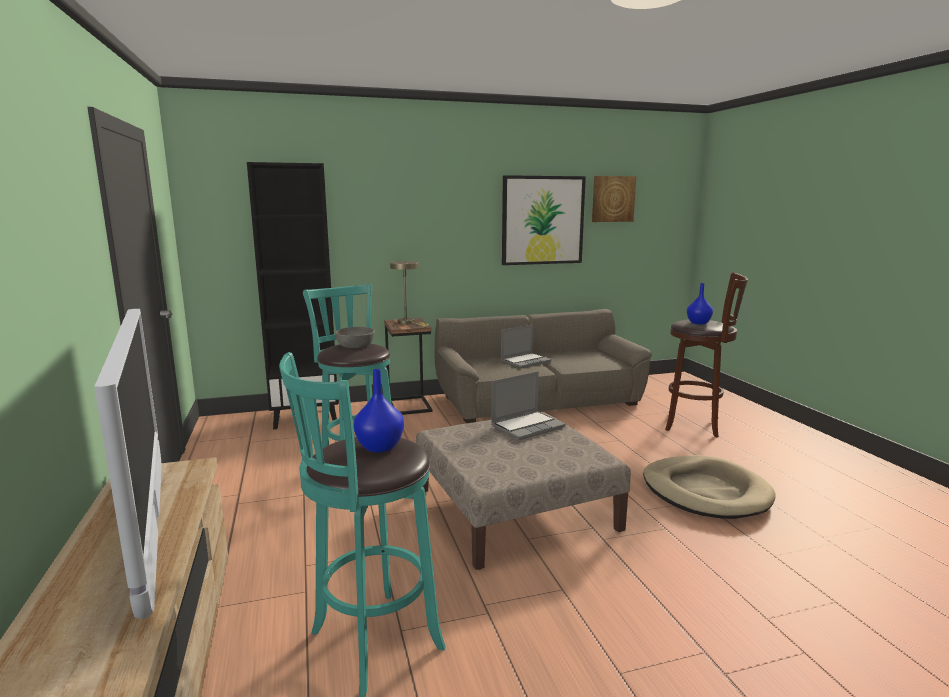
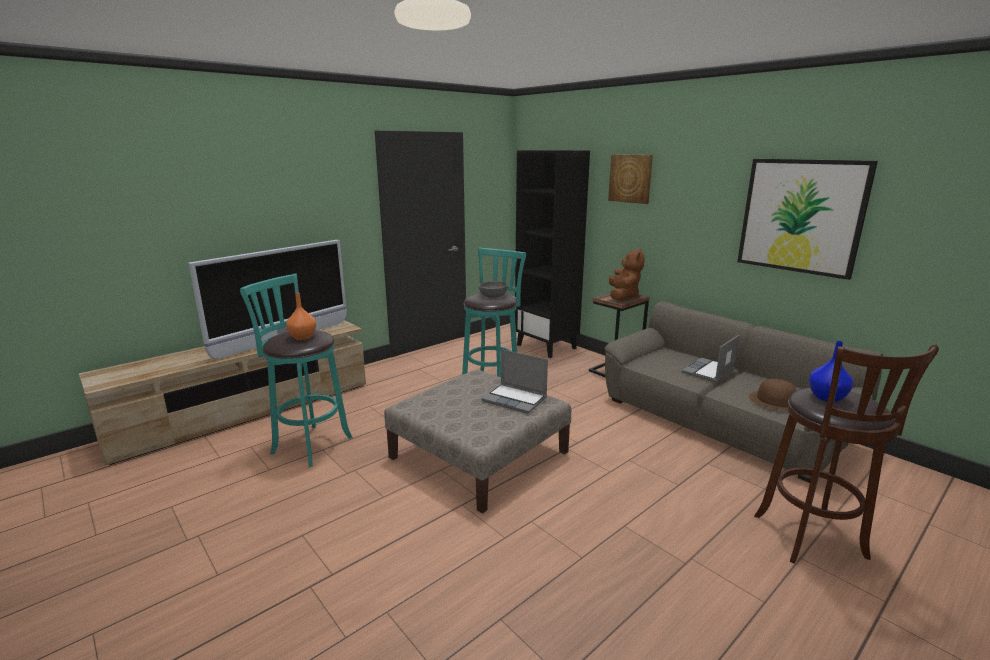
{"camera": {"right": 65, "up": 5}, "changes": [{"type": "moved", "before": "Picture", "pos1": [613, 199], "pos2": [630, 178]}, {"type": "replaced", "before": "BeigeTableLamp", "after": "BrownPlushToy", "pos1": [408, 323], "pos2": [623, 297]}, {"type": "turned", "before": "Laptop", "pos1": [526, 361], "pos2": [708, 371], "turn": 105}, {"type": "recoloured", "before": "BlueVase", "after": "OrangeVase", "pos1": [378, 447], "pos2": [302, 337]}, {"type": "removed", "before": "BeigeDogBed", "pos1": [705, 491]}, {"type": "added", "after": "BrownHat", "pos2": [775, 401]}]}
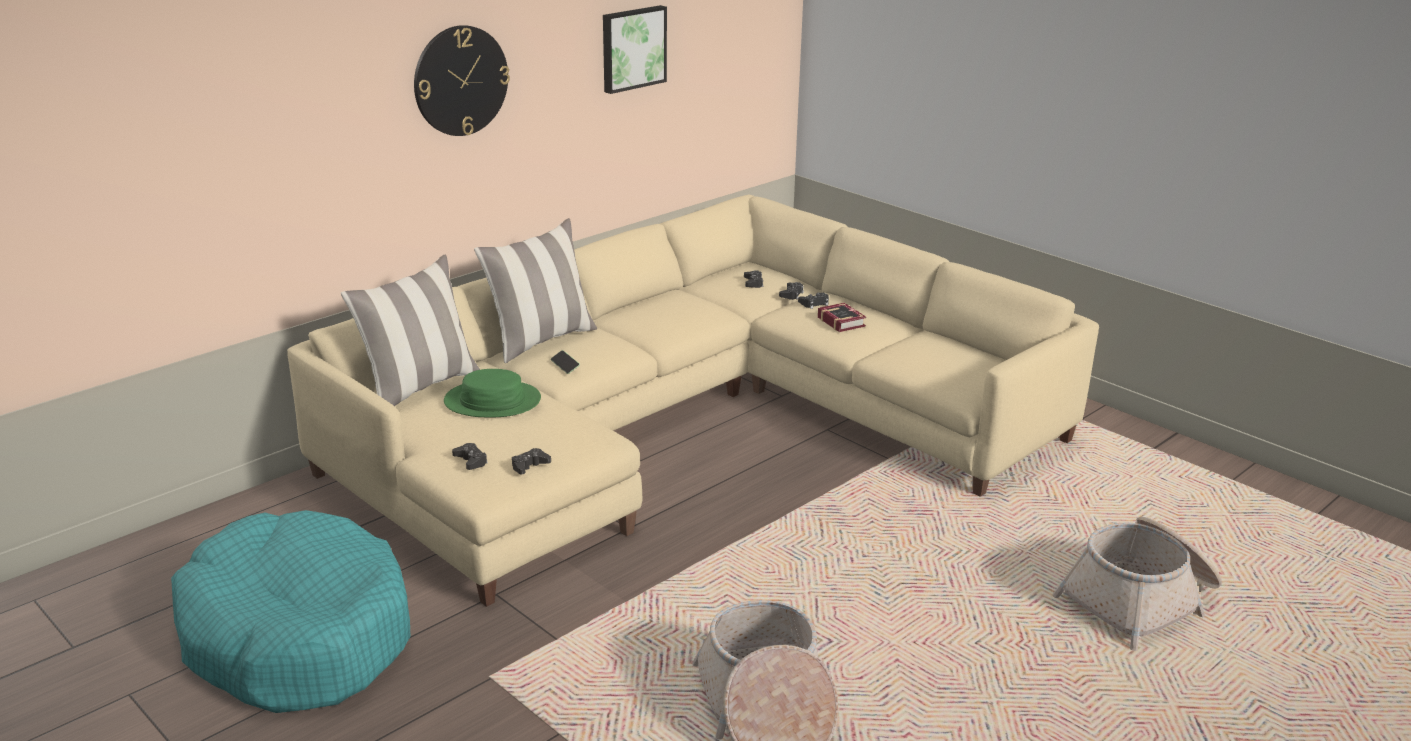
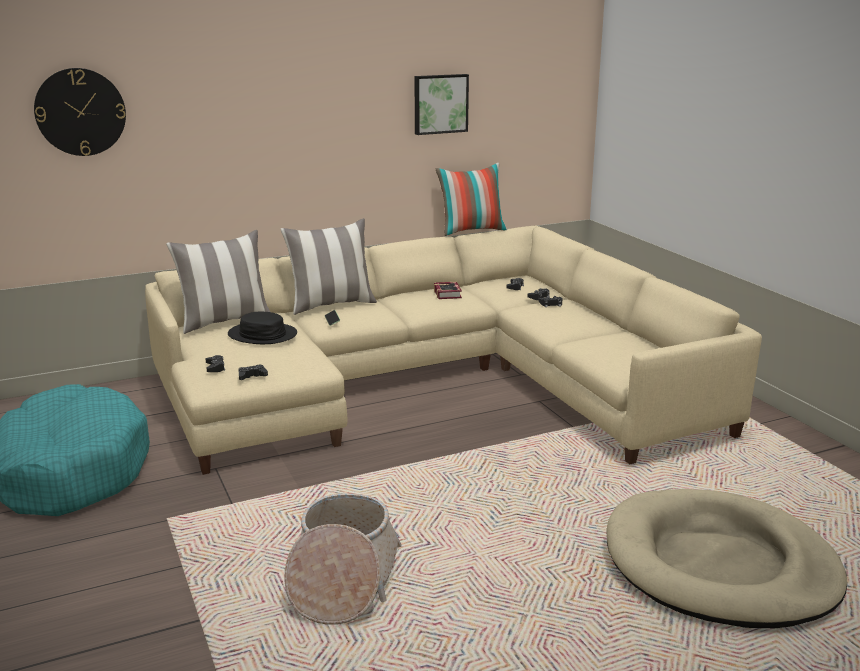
{"camera": {"right": 20, "up": -5}, "changes": [{"type": "moved", "before": "WallClock", "pos1": [460, 80], "pos2": [80, 112]}, {"type": "moved", "before": "Book", "pos1": [841, 321], "pos2": [448, 293]}, {"type": "recoloured", "before": "GreenHat", "after": "BlackHat", "pos1": [492, 401], "pos2": [262, 335]}, {"type": "replaced", "before": "Basket", "after": "BeigeDogBed", "pos1": [1141, 601], "pos2": [719, 565]}, {"type": "added", "after": "Pillow", "pos2": [471, 231]}]}
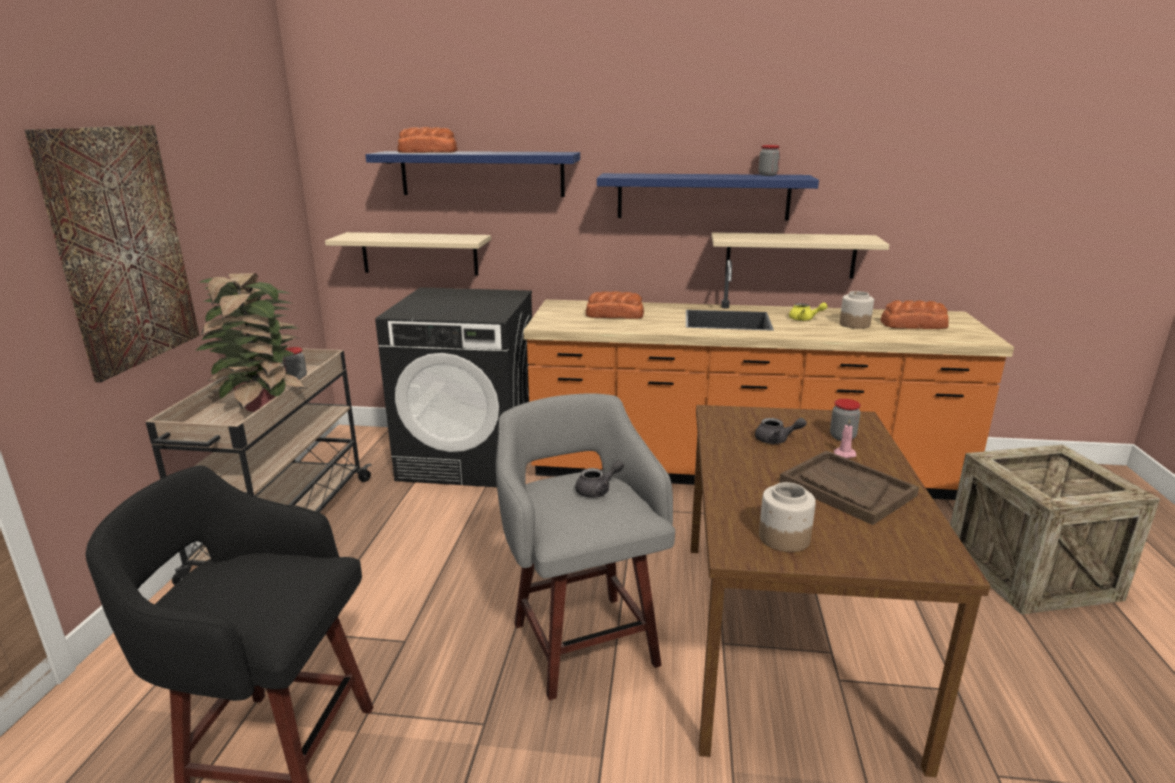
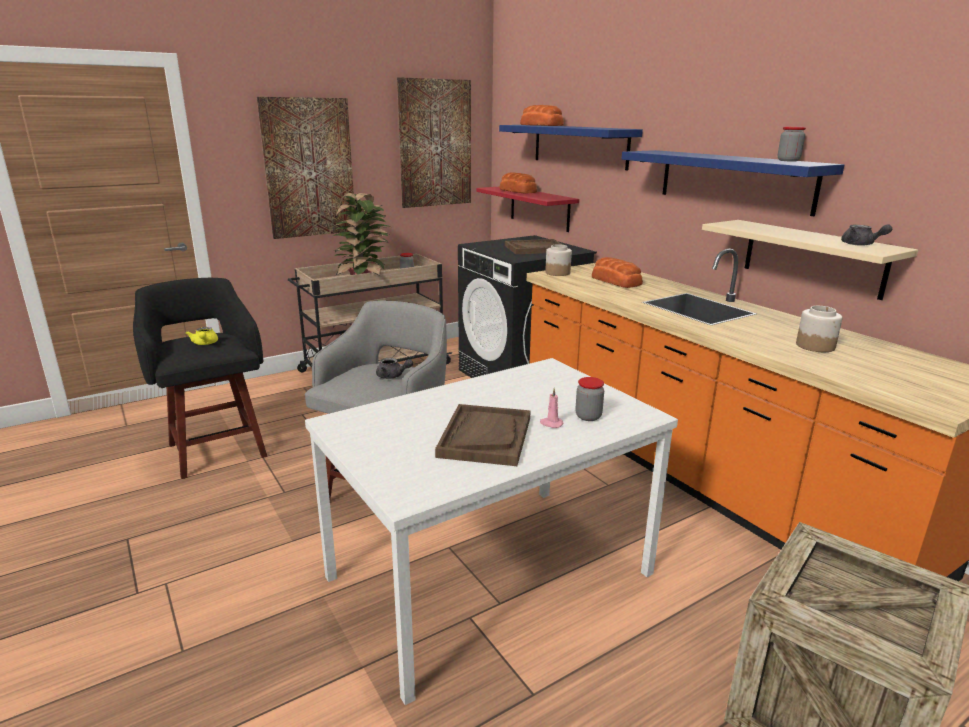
{"camera": {"right": 50, "up": 0}, "changes": [{"type": "recoloured", "before": "BeigeShelf", "after": "RedShelf", "pos1": [419, 253], "pos2": [539, 208]}, {"type": "moved", "before": "Bread", "pos1": [914, 325], "pos2": [518, 191]}, {"type": "moved", "before": "YellowTeapot", "pos1": [804, 319], "pos2": [205, 344]}, {"type": "recoloured", "before": "BrownDiningTable", "after": "WhiteDiningTable", "pos1": [790, 640], "pos2": [489, 577]}, {"type": "moved", "before": "GreyTeapot", "pos1": [776, 440], "pos2": [861, 244]}, {"type": "moved", "before": "Jar", "pos1": [783, 538], "pos2": [557, 273]}, {"type": "added", "after": "Picture", "pos2": [435, 144]}, {"type": "added", "after": "BrownTray", "pos2": [535, 249]}]}
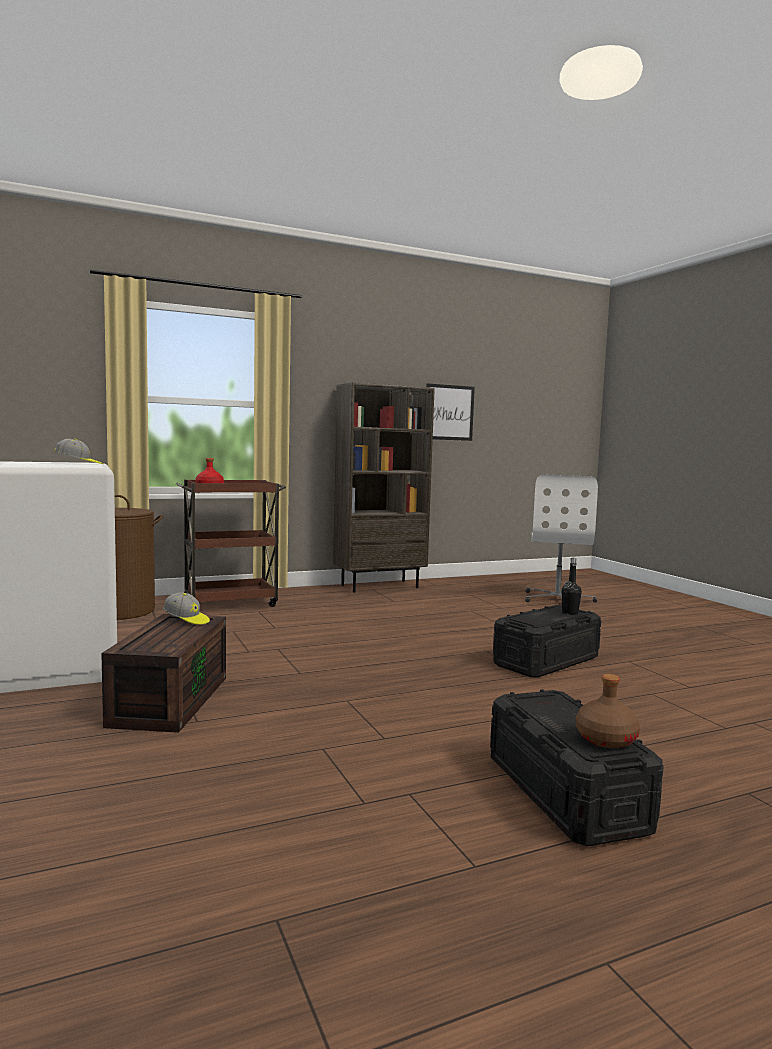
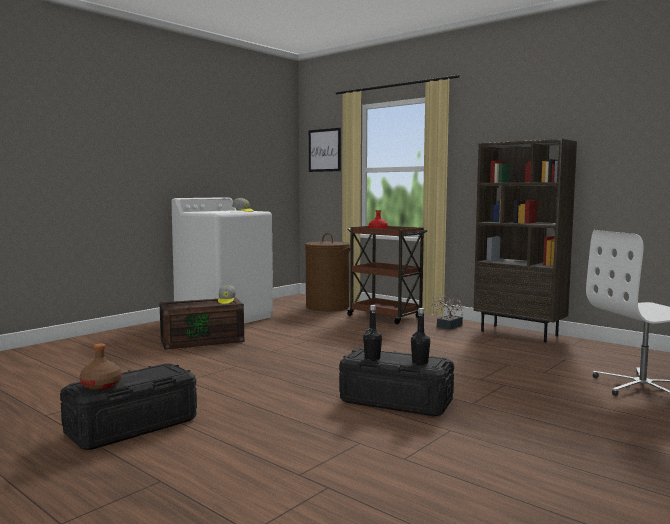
{"camera": {"right": 65, "up": 0}, "changes": [{"type": "moved", "before": "Picture", "pos1": [449, 412], "pos2": [324, 150]}, {"type": "added", "after": "PottedPlant", "pos2": [447, 326]}, {"type": "added", "after": "BlackBottle", "pos2": [372, 358]}]}
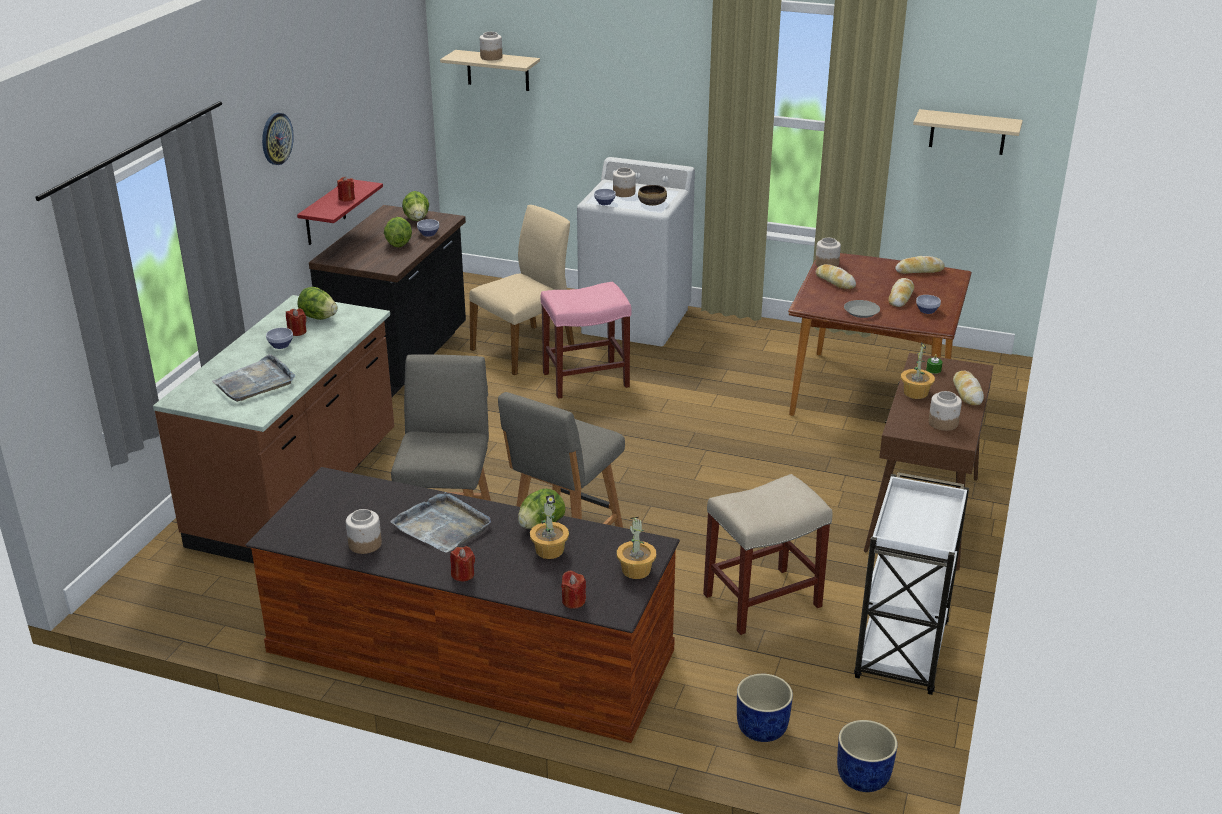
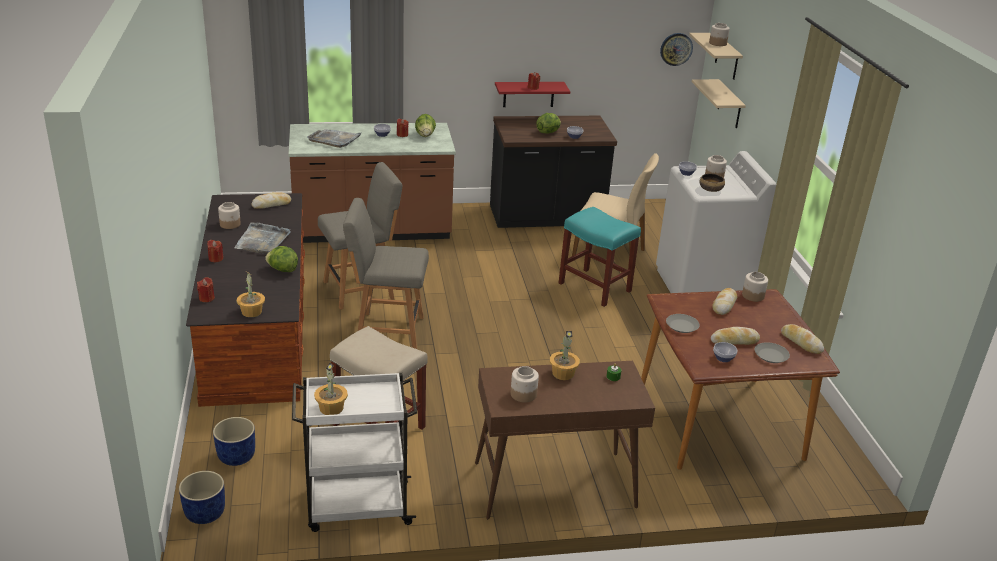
{"camera": {"right": 60, "up": 0}, "changes": [{"type": "moved", "before": "BeigeShelf", "pos1": [967, 132], "pos2": [729, 105]}, {"type": "moved", "before": "WallClock", "pos1": [276, 138], "pos2": [676, 49]}, {"type": "removed", "before": "Lettuce", "pos1": [417, 219]}, {"type": "recoloured", "before": "PinkStool", "after": "TurquoiseStool", "pos1": [587, 379], "pos2": [595, 287]}, {"type": "moved", "before": "Bread", "pos1": [967, 393], "pos2": [271, 204]}, {"type": "moved", "before": "PottedPlant", "pos1": [549, 550], "pos2": [331, 408]}, {"type": "added", "after": "GreyPlate", "pos2": [770, 355]}]}
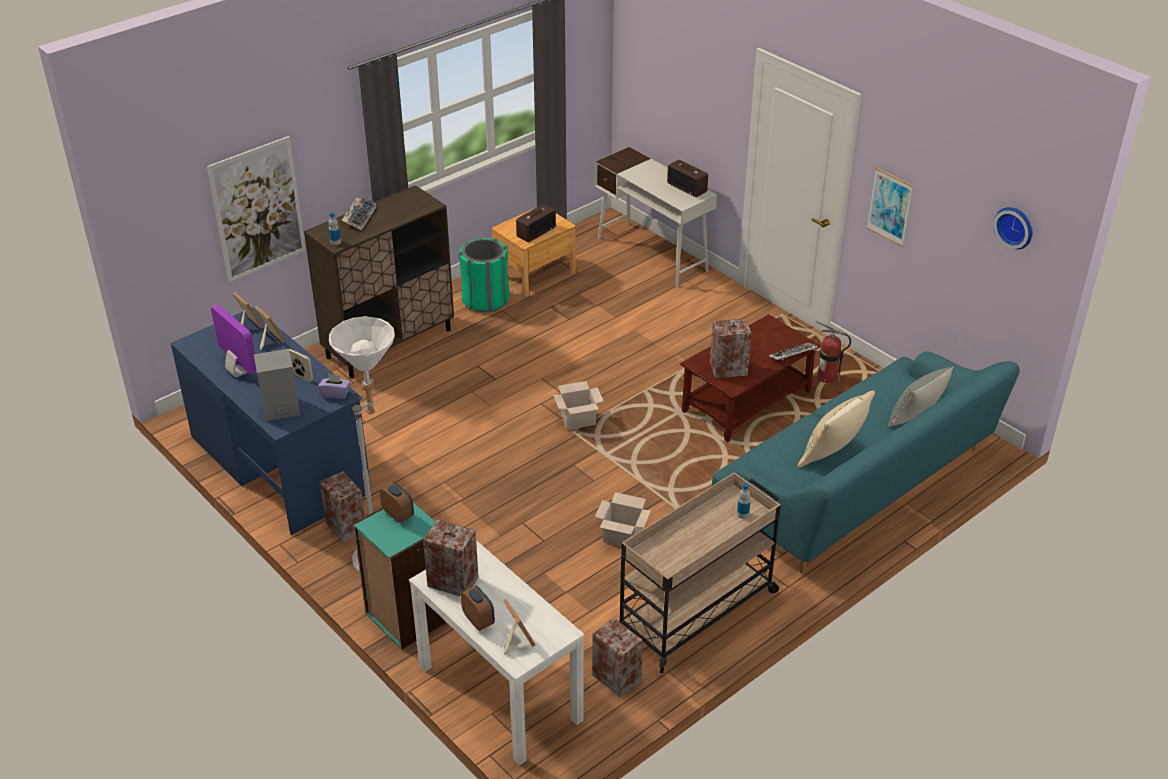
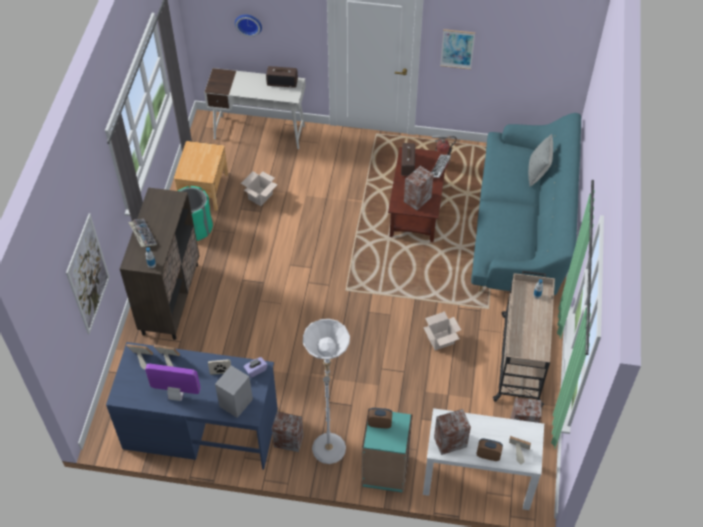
{"camera": {"right": -40, "up": 15}, "changes": [{"type": "moved", "before": "Radio", "pos1": [536, 231], "pos2": [407, 164]}, {"type": "moved", "before": "WallClock", "pos1": [1015, 226], "pos2": [248, 23]}, {"type": "moved", "before": "CardboardBox", "pos1": [579, 420], "pos2": [260, 196]}, {"type": "removed", "before": "BeigePillow", "pos1": [832, 455]}]}
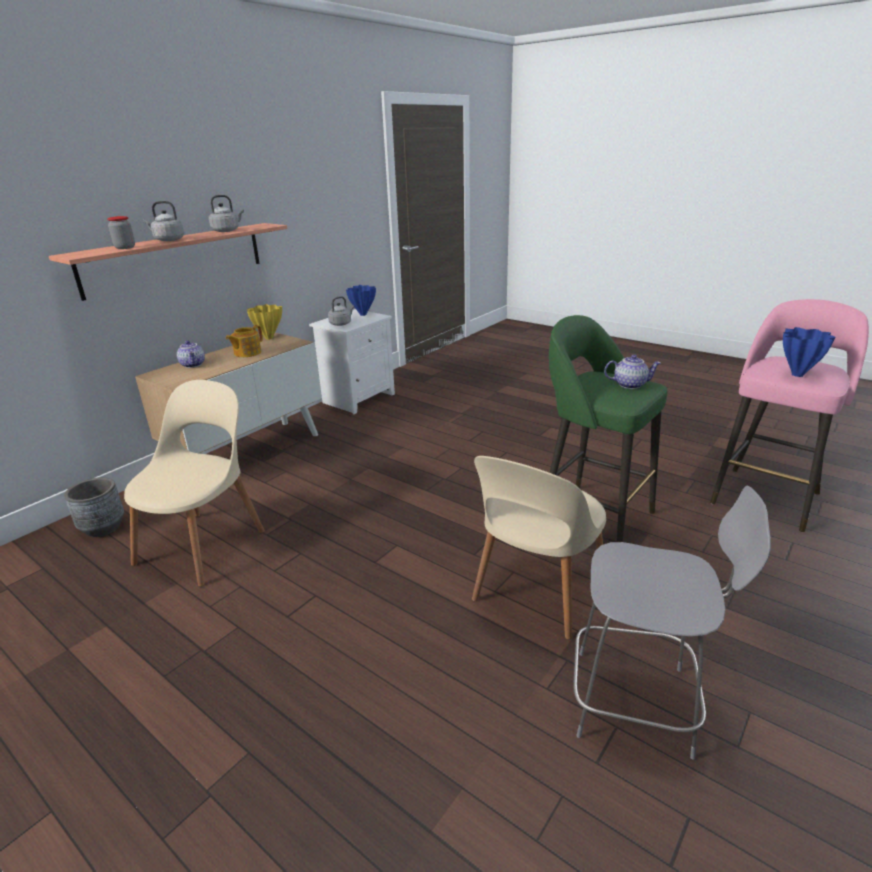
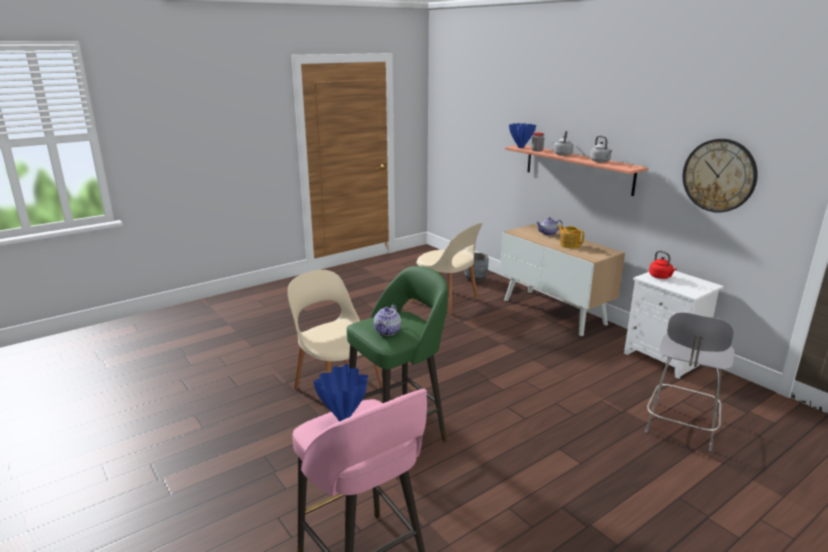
{"camera": {"right": 105, "up": -5}, "changes": [{"type": "moved", "before": "BlueVase", "pos1": [363, 315], "pos2": [520, 147]}, {"type": "recoloured", "before": "GreyKettle", "after": "RedKettle", "pos1": [341, 324], "pos2": [661, 277]}, {"type": "removed", "before": "YellowVase", "pos1": [269, 338]}, {"type": "moved", "before": "GreyChair", "pos1": [637, 702], "pos2": [680, 427]}, {"type": "added", "after": "WallClock", "pos2": [719, 175]}]}
